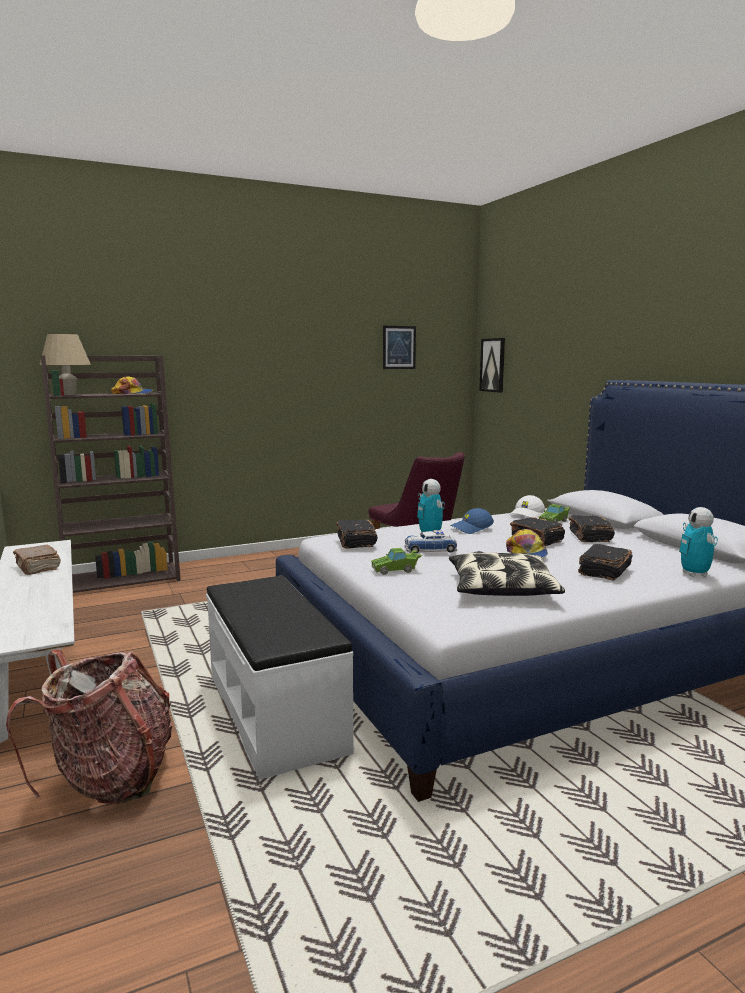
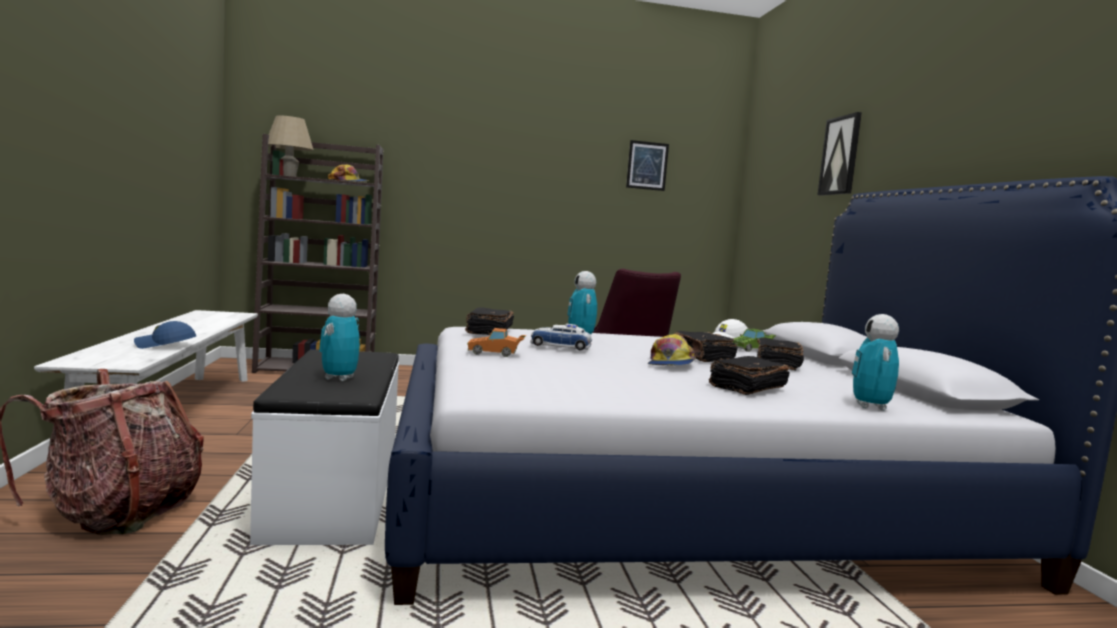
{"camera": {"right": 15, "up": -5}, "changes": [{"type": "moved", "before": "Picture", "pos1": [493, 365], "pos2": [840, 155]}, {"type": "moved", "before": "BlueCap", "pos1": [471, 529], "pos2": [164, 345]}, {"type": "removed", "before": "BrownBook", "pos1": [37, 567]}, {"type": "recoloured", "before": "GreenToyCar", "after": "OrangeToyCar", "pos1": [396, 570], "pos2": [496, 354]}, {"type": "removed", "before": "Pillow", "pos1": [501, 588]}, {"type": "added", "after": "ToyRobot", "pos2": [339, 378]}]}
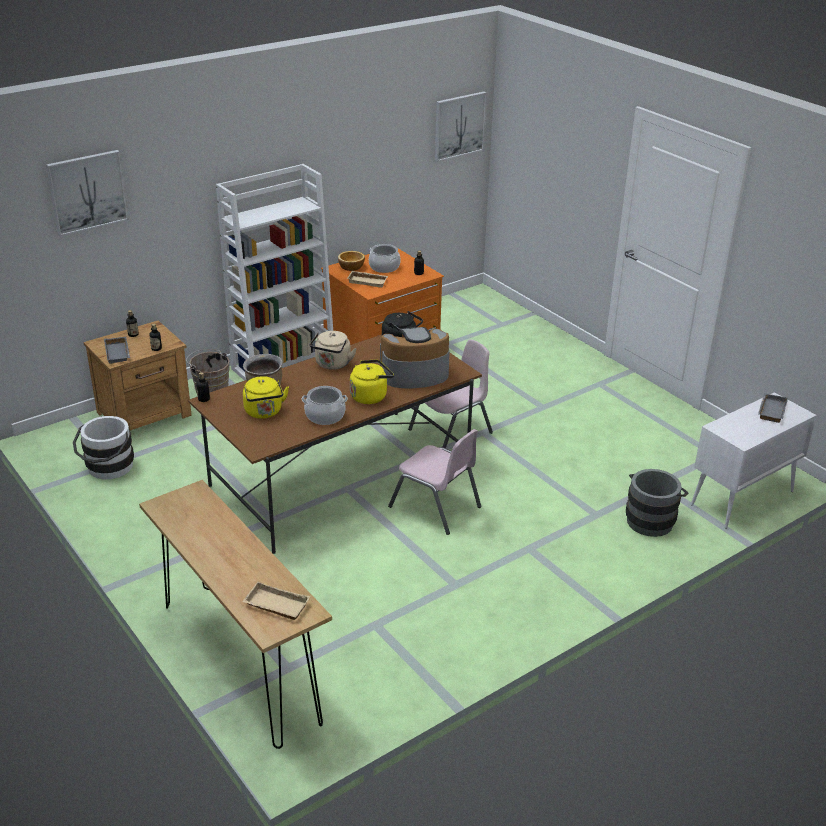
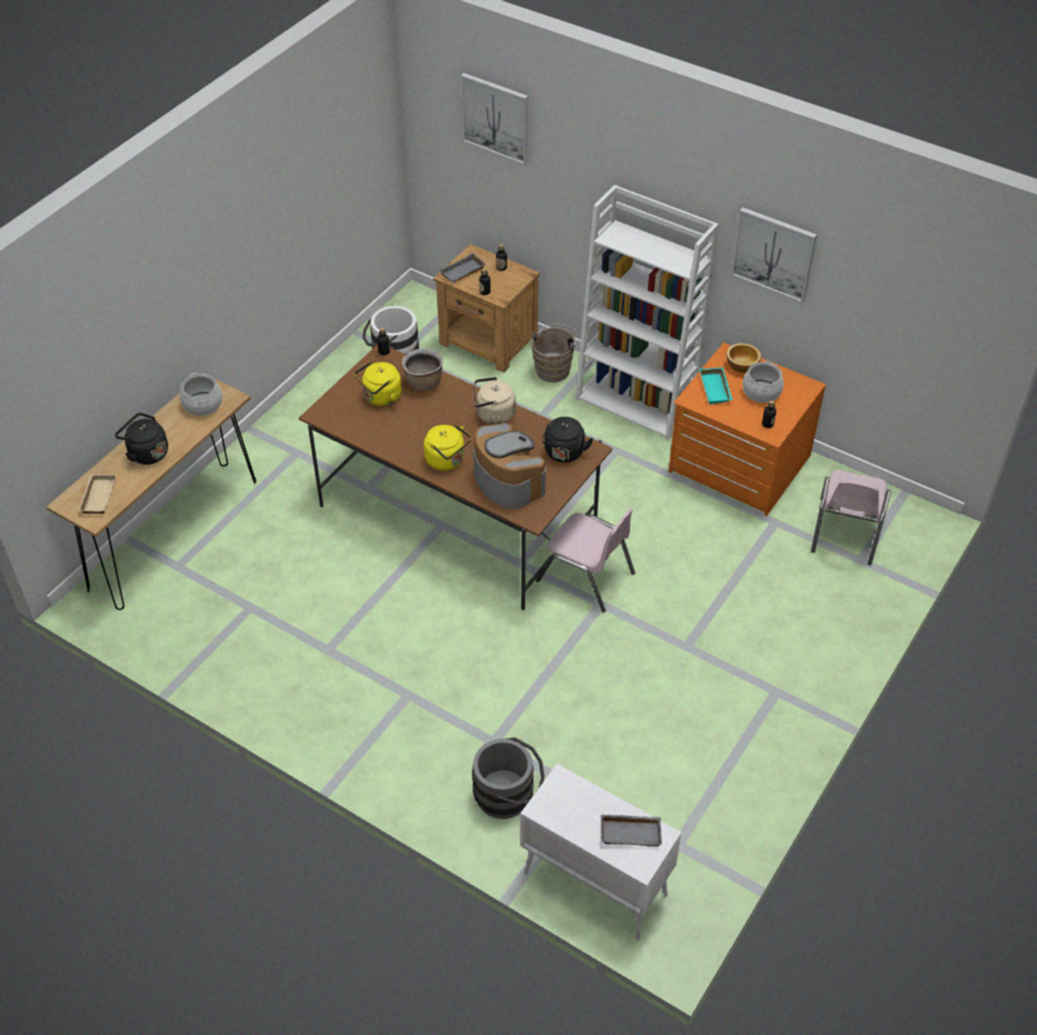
{"camera": {"right": 70, "up": 15}, "changes": [{"type": "moved", "before": "Picture", "pos1": [459, 126], "pos2": [774, 253]}, {"type": "recoloured", "before": "BeigeTray", "after": "TurquoiseTray", "pos1": [368, 281], "pos2": [716, 389]}, {"type": "moved", "before": "CookingPot", "pos1": [325, 416], "pos2": [202, 404]}, {"type": "moved", "before": "PinkChair", "pos1": [435, 507], "pos2": [845, 532]}, {"type": "added", "after": "BlackKettle", "pos2": [146, 453]}]}
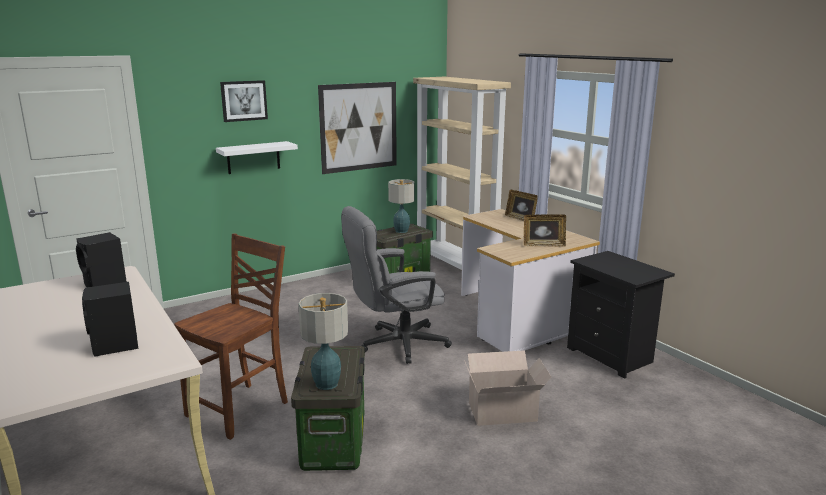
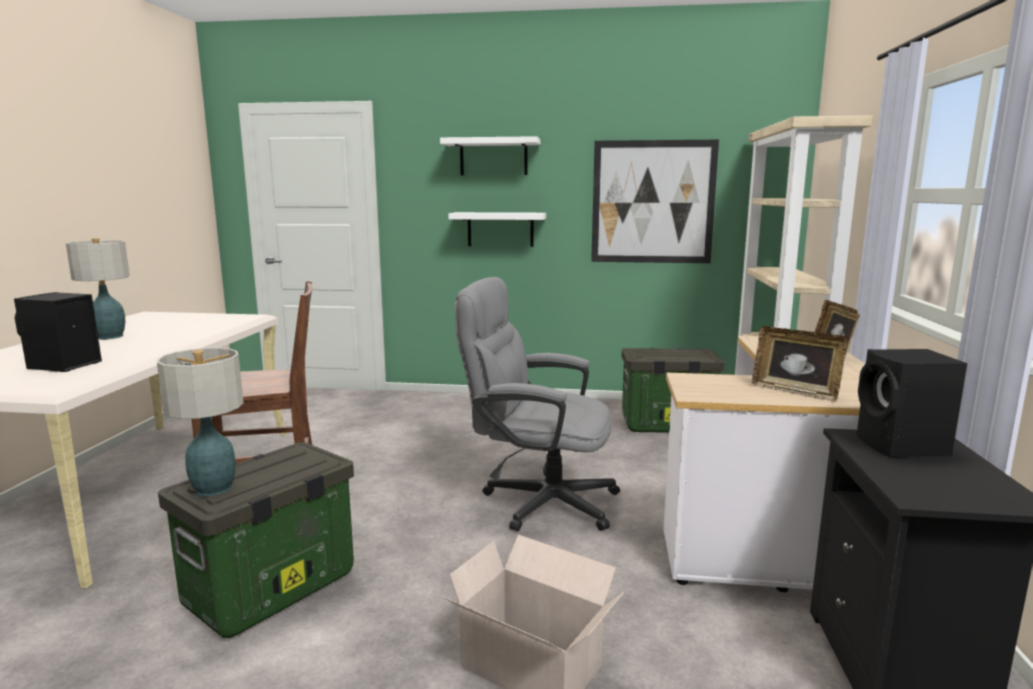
{"camera": {"right": 40, "up": -5}, "changes": [{"type": "replaced", "before": "Picture", "after": "WhiteShelf", "pos1": [244, 100], "pos2": [493, 157]}, {"type": "moved", "before": "TableLamp", "pos1": [402, 231], "pos2": [110, 337]}, {"type": "moved", "before": "BlackSpeaker", "pos1": [105, 284], "pos2": [902, 447]}]}
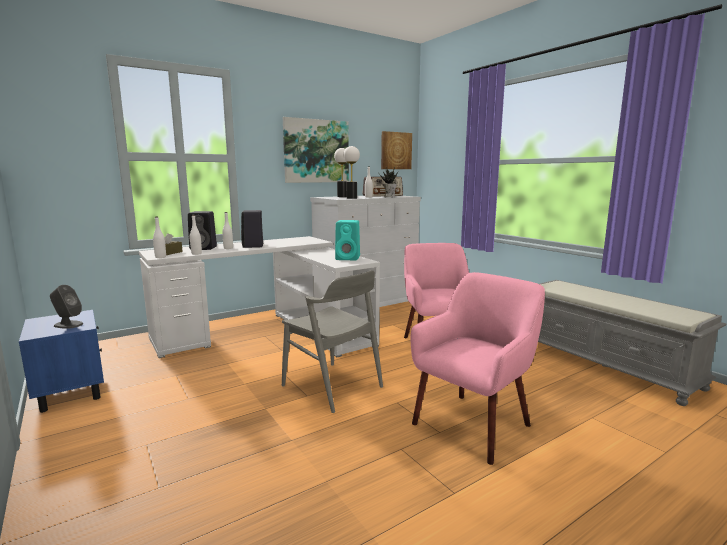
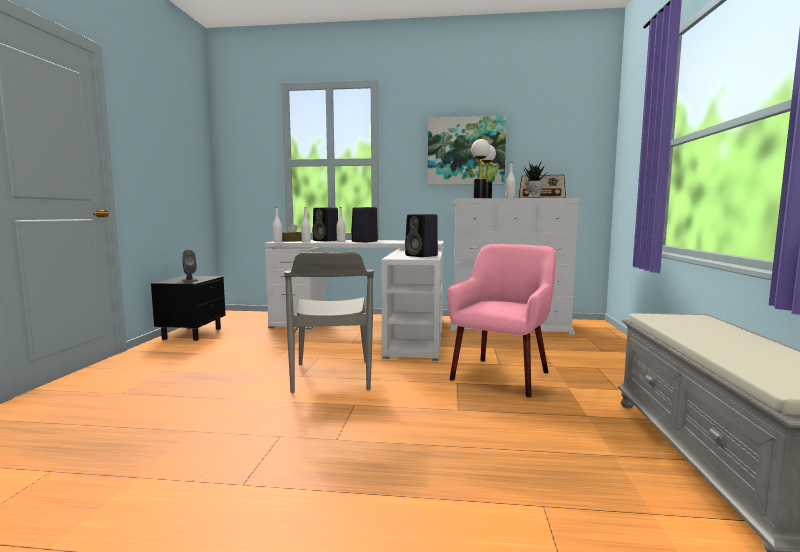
{"camera": {"right": 40, "up": -5}, "changes": [{"type": "removed", "before": "Picture", "pos1": [395, 151]}, {"type": "recoloured", "before": "TurquoiseSpeaker", "after": "BlackSpeaker", "pos1": [348, 258], "pos2": [422, 256]}, {"type": "removed", "before": "PinkArmchair", "pos1": [473, 424]}, {"type": "recoloured", "before": "BlueNightstand", "after": "BlackNightstand", "pos1": [71, 391], "pos2": [193, 333]}]}
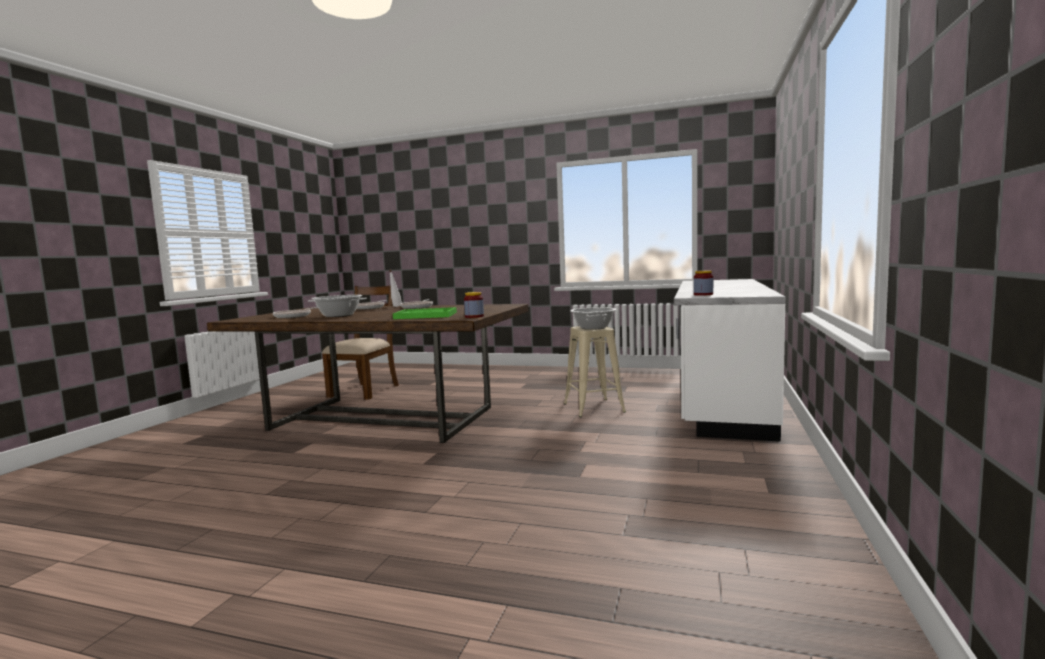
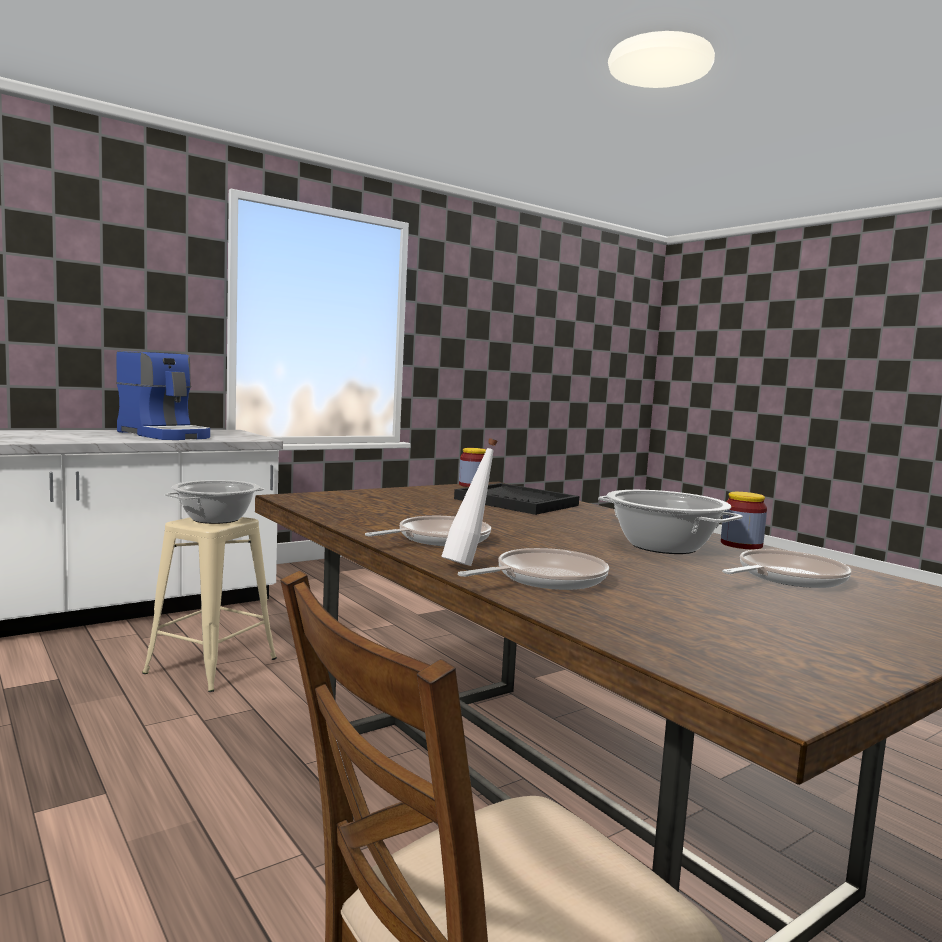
{"camera": {"right": -145, "up": 0}, "changes": [{"type": "moved", "before": "Jar", "pos1": [703, 294], "pos2": [741, 544]}, {"type": "recoloured", "before": "GreenTray", "after": "BlackTray", "pos1": [425, 315], "pos2": [516, 502]}, {"type": "added", "after": "CoffeeMachine", "pos2": [165, 435]}]}
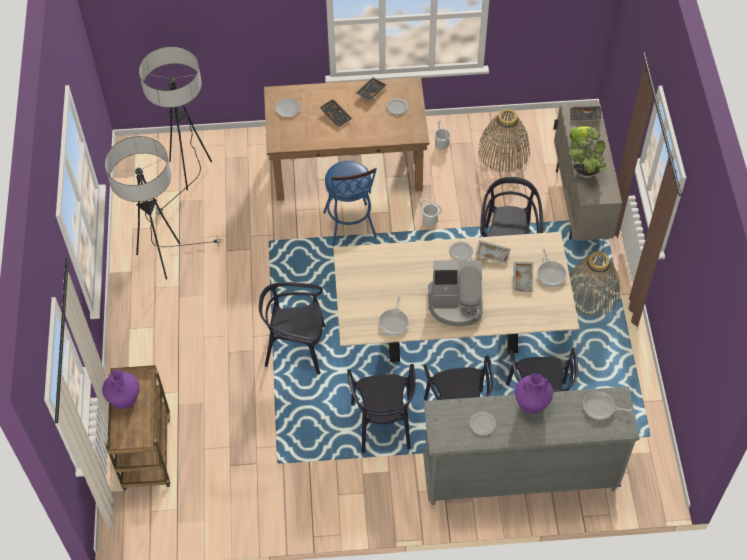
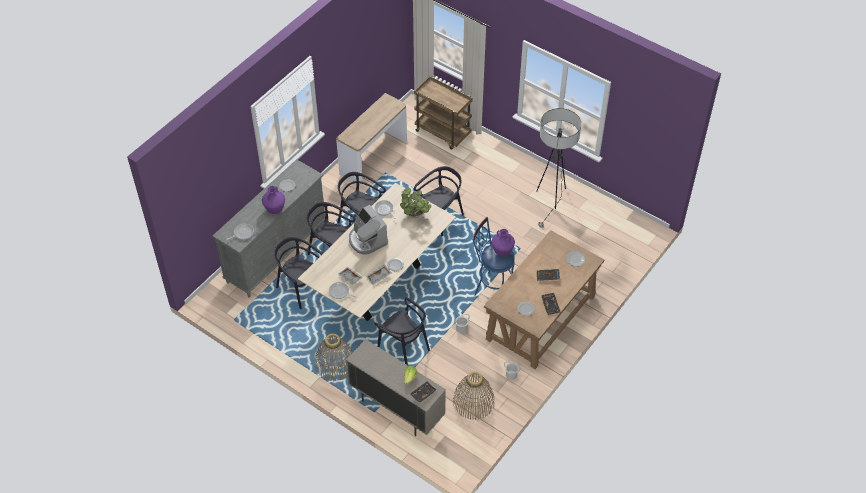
{"camera": {"right": 130, "up": -5}, "changes": [{"type": "removed", "before": "FloorLamp", "pos1": [188, 175]}, {"type": "moved", "before": "PottedPlant", "pos1": [585, 170], "pos2": [415, 215]}, {"type": "turned", "before": "CoffeeMachine", "pos1": [456, 304], "pos2": [367, 240], "turn": -75}, {"type": "moved", "before": "PurpleVase", "pos1": [124, 400], "pos2": [502, 252]}, {"type": "added", "after": "ConsoleTable", "pos2": [373, 158]}]}
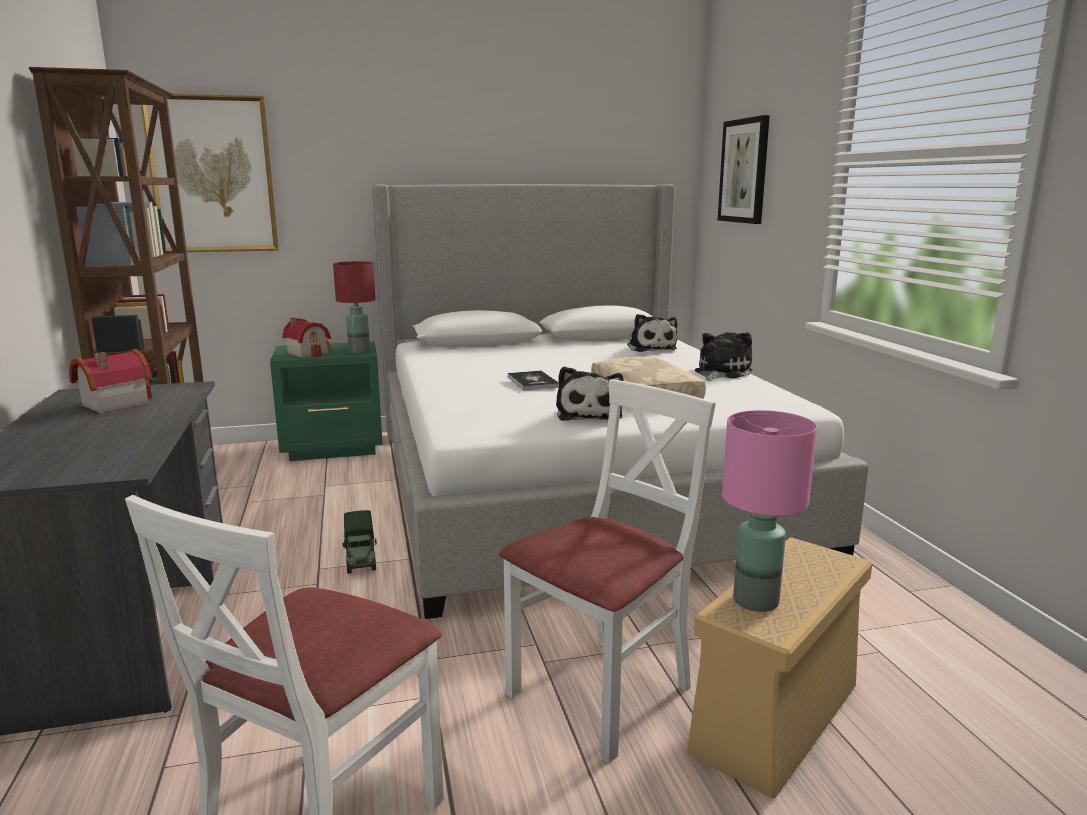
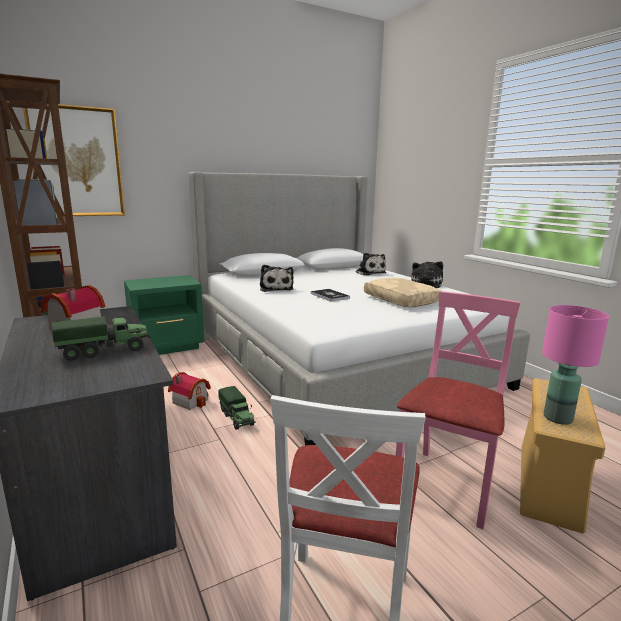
{"camera": {"right": -15, "up": 0}, "changes": [{"type": "removed", "before": "Picture", "pos1": [744, 171]}, {"type": "removed", "before": "RedTableLamp", "pos1": [359, 352]}, {"type": "moved", "before": "ToyHouse", "pos1": [309, 352], "pos2": [191, 400]}, {"type": "moved", "before": "PlushToy", "pos1": [589, 414], "pos2": [276, 288]}, {"type": "recoloured", "before": "WhiteChair", "after": "PinkChair", "pos1": [602, 693], "pos2": [447, 485]}, {"type": "added", "after": "ToyTruck", "pos2": [105, 350]}]}
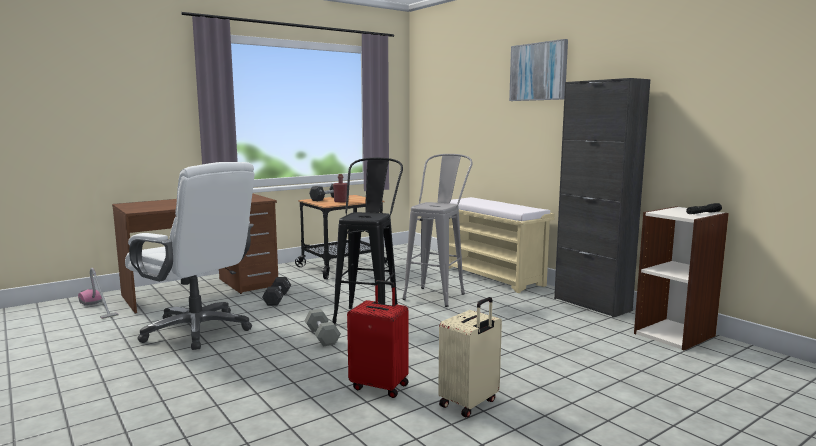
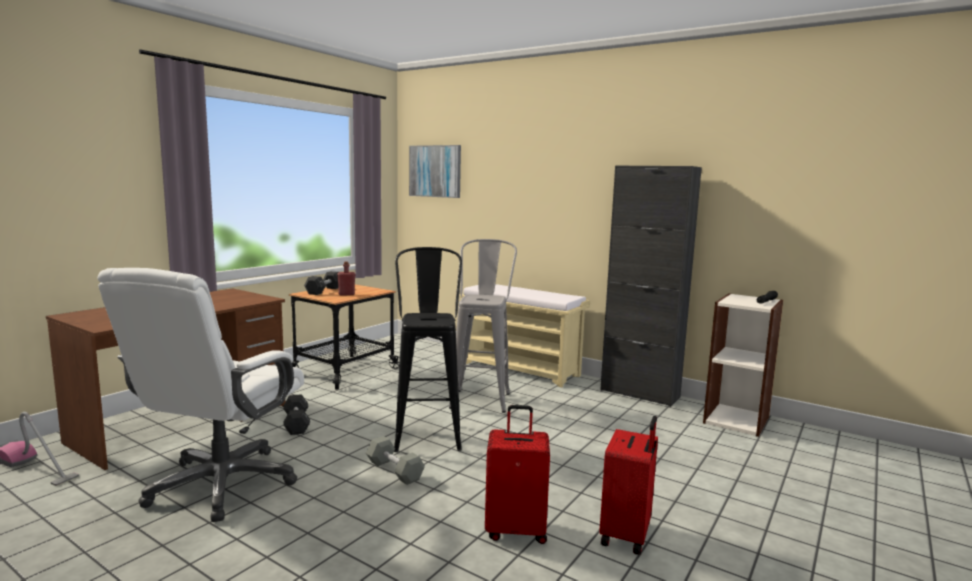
{"camera": {"right": -20, "up": 0}, "changes": [{"type": "moved", "before": "Picture", "pos1": [538, 71], "pos2": [435, 171]}, {"type": "turned", "before": "WhiteOfficeChair", "pos1": [198, 330], "pos2": [221, 484], "turn": 90}, {"type": "recoloured", "before": "BeigeSuitcase", "after": "RedSuitcase", "pos1": [470, 403], "pos2": [627, 535]}]}
